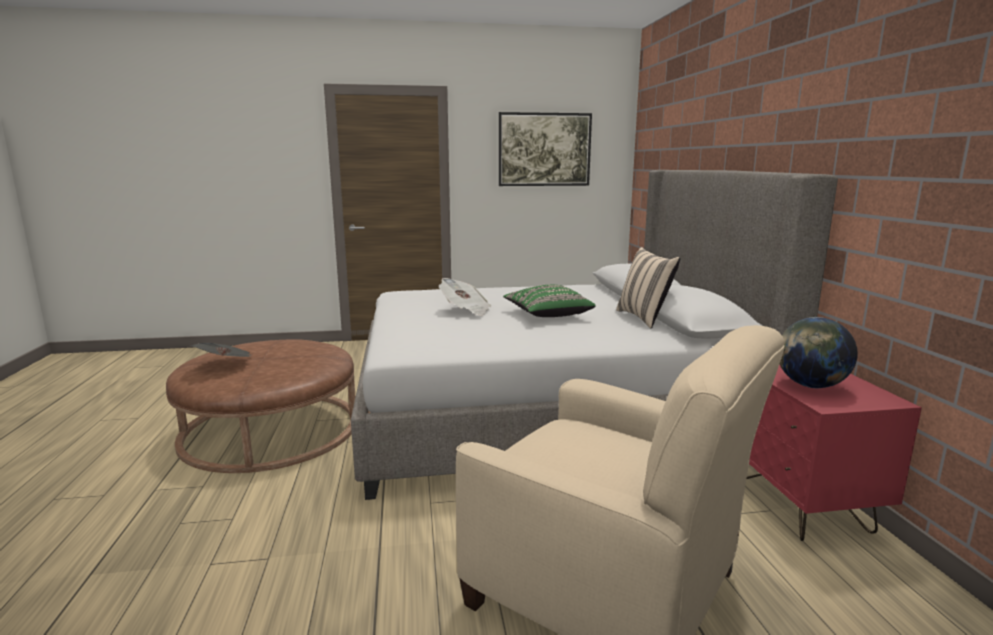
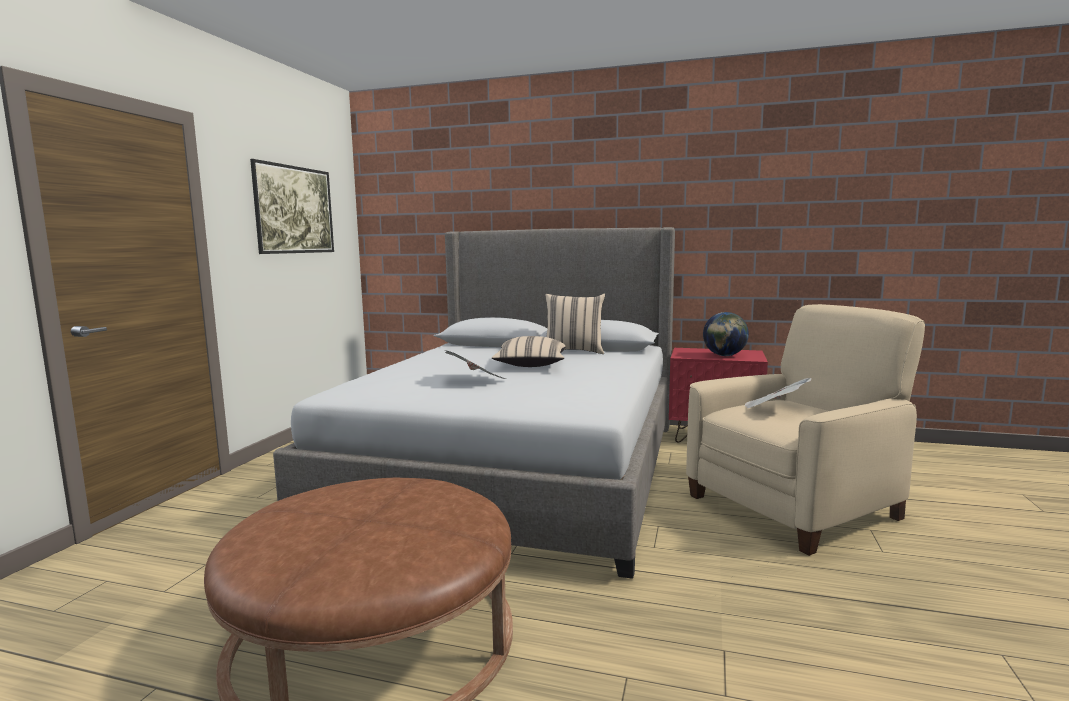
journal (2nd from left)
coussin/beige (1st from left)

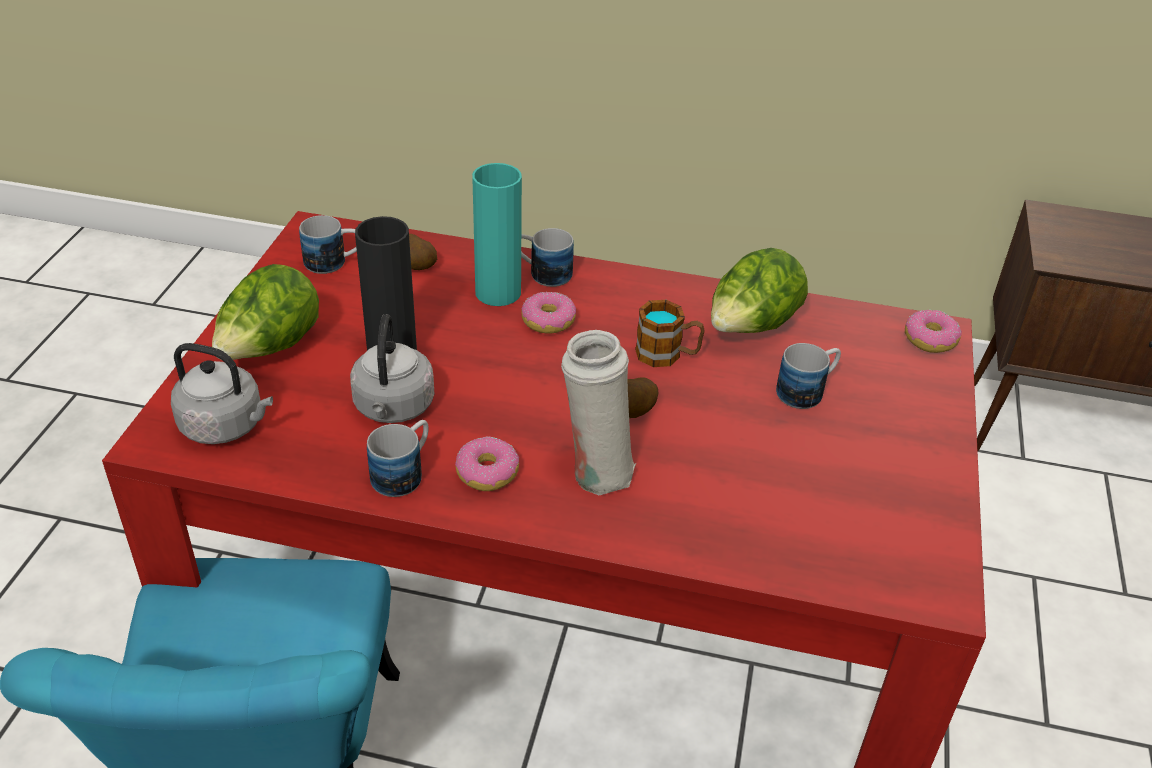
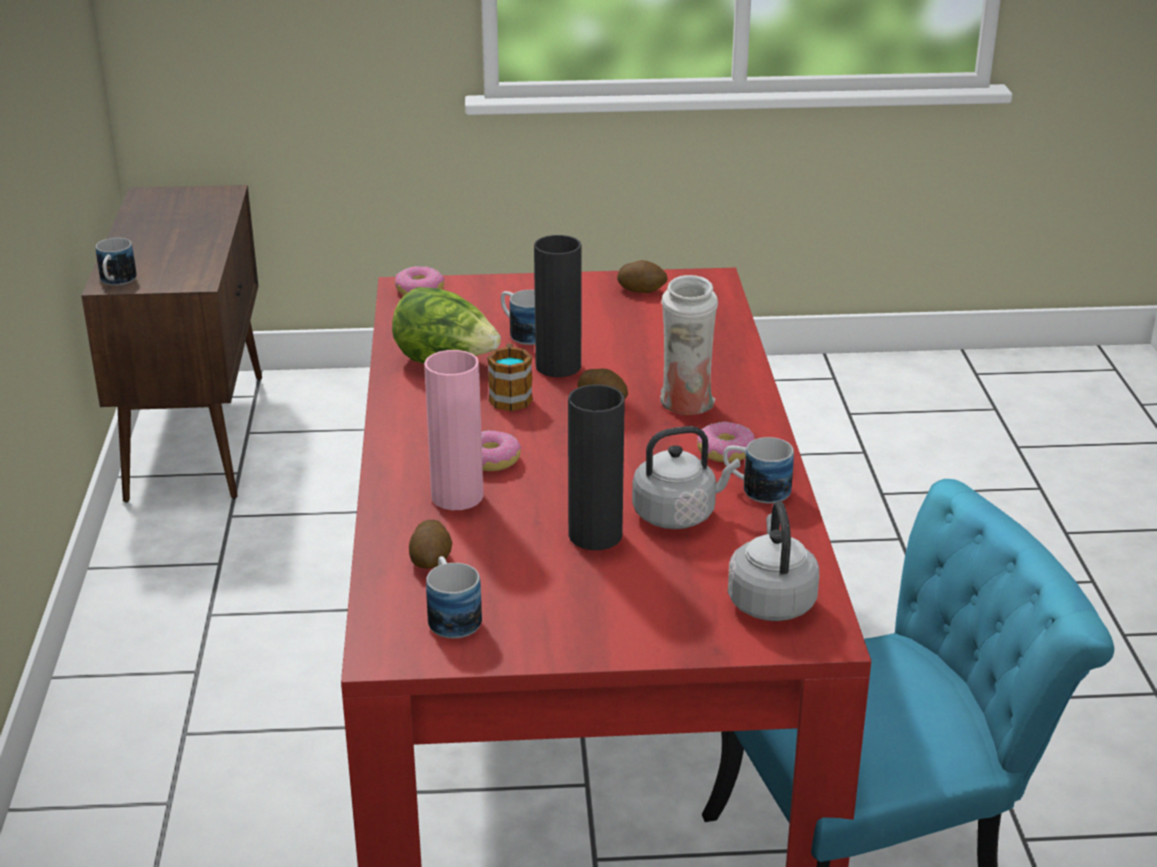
laitue (1st from left in the first image)
vase/rose
mug (1st from left)
vase/noir (1st from left)
pomme de terre (3rd from left)

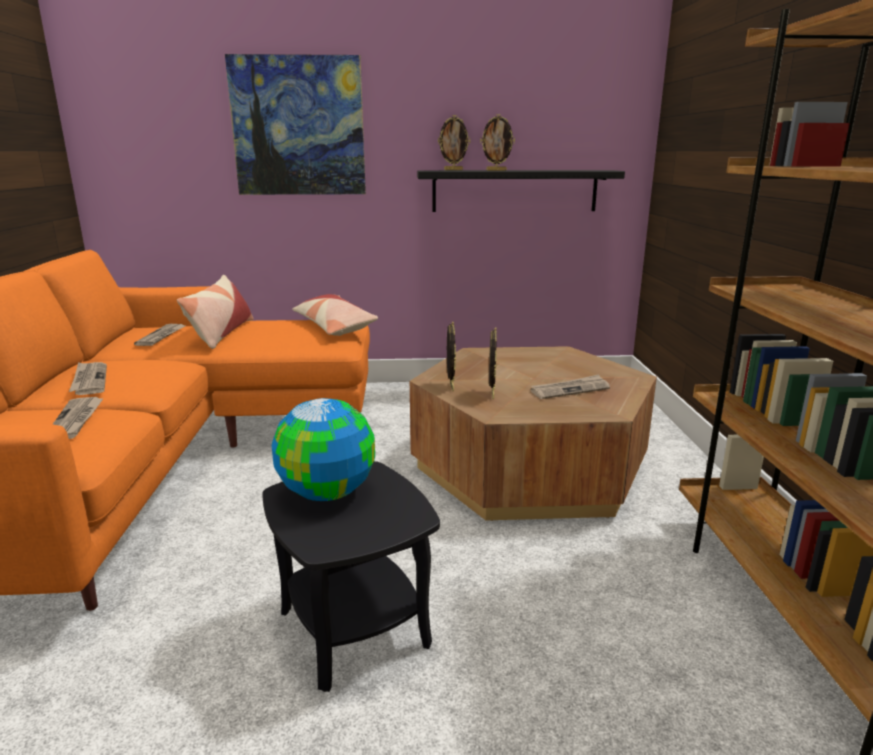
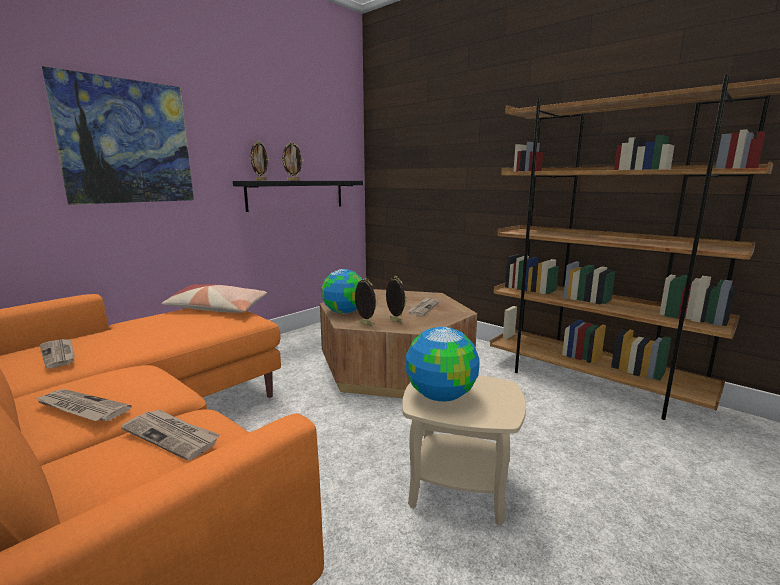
coussin (1st from left in the first image)
table d'appoint/beige
globe (1st from left)

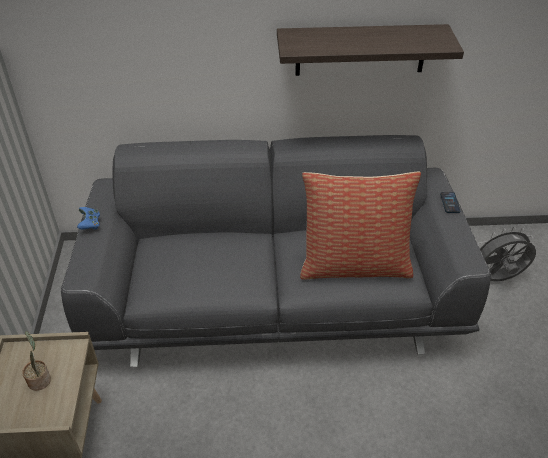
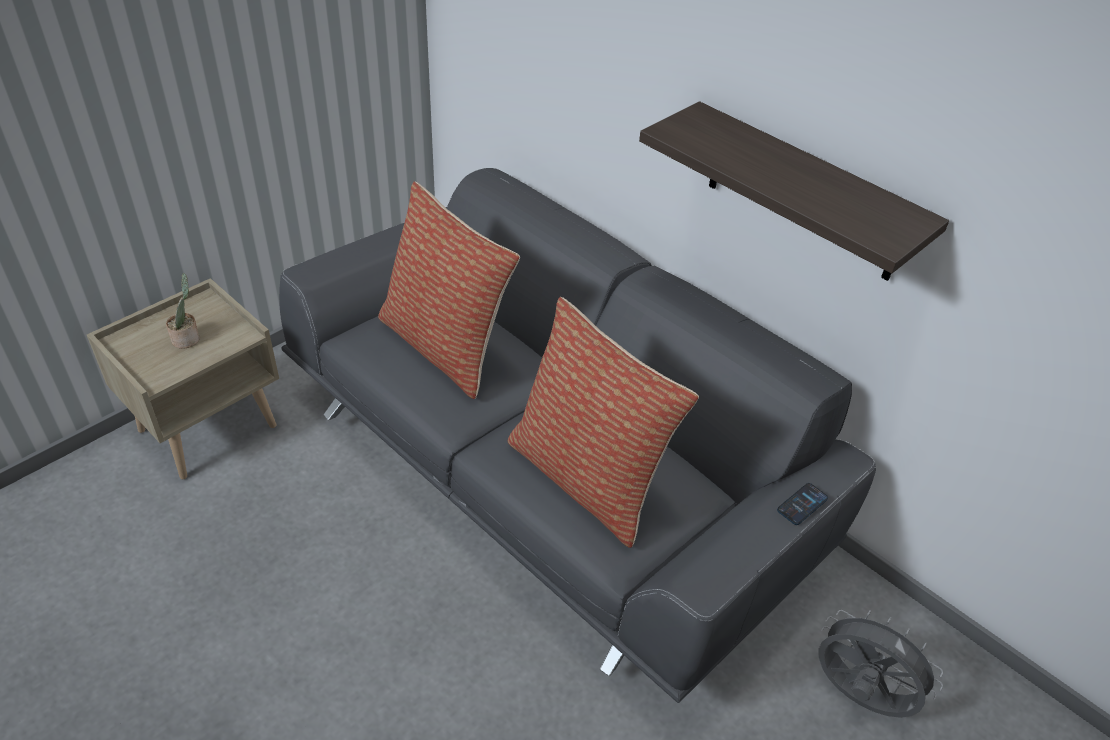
manette/bleu
coussin (1st from left)

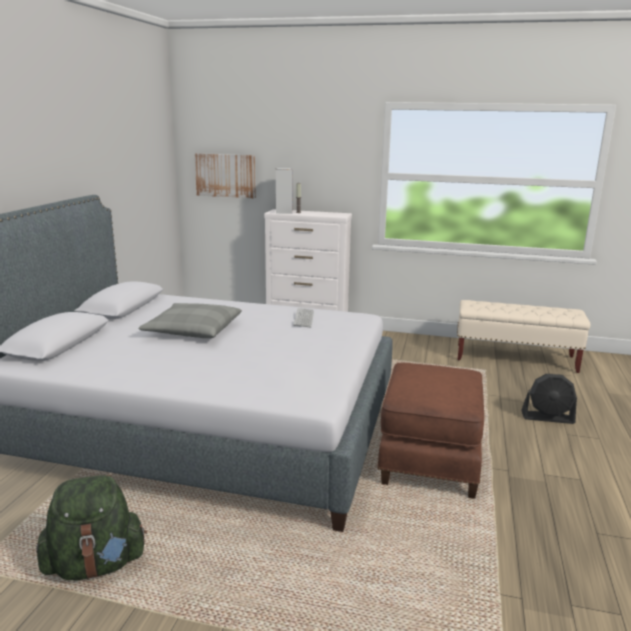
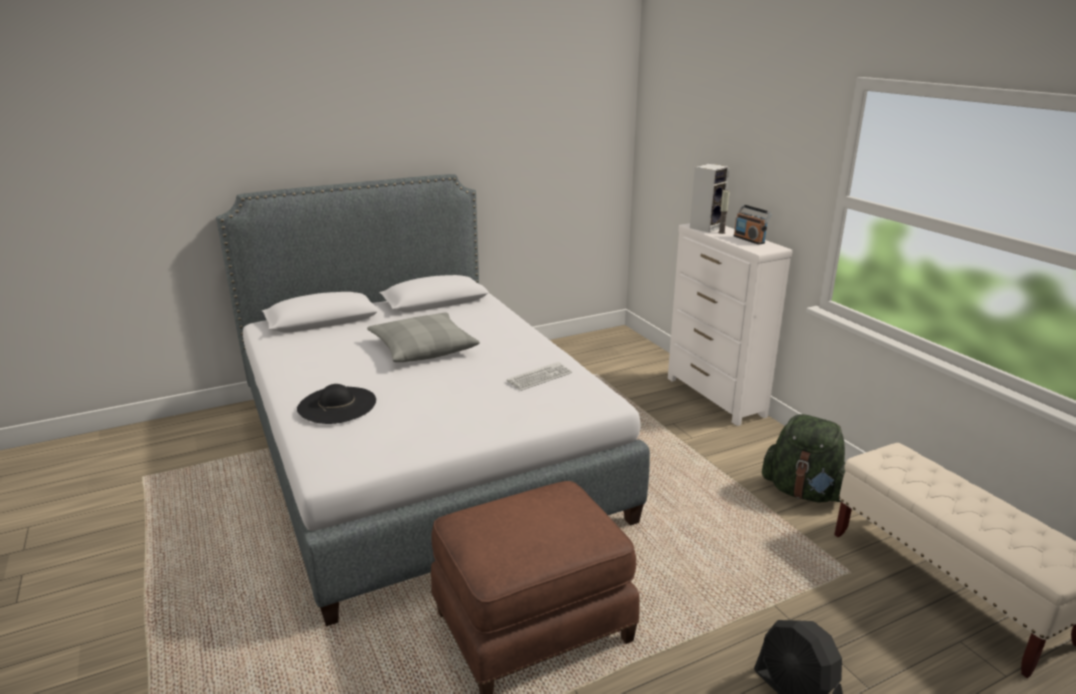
sac à dos/vert
tableau
chapeau/noir
radio

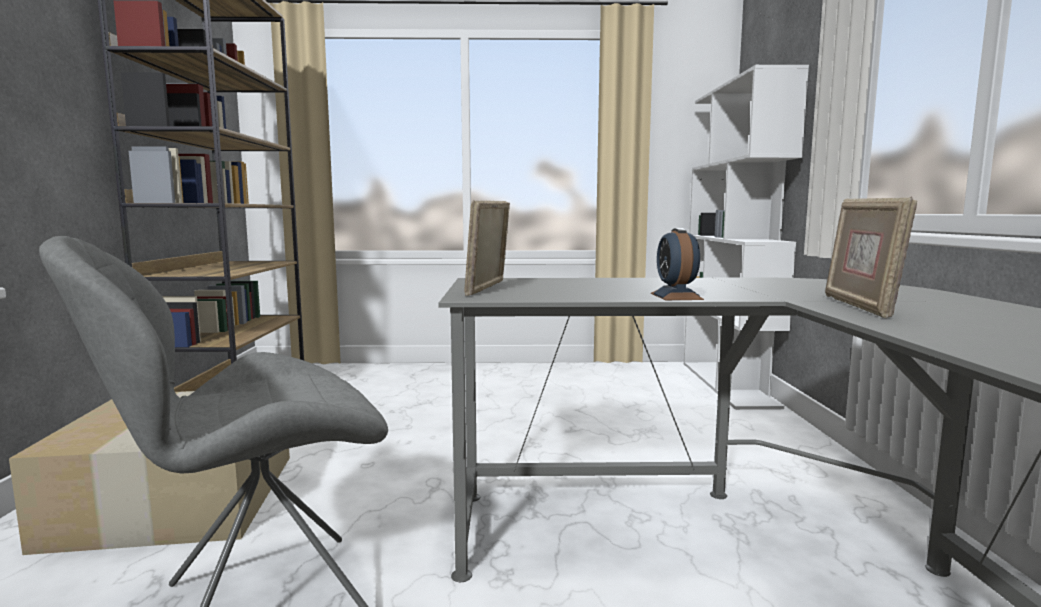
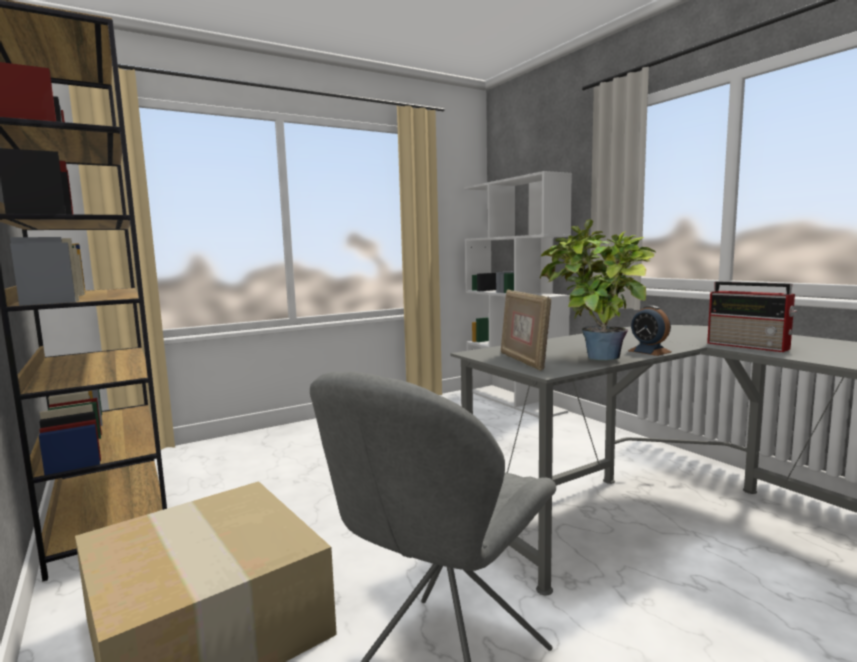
radio
plante en pot

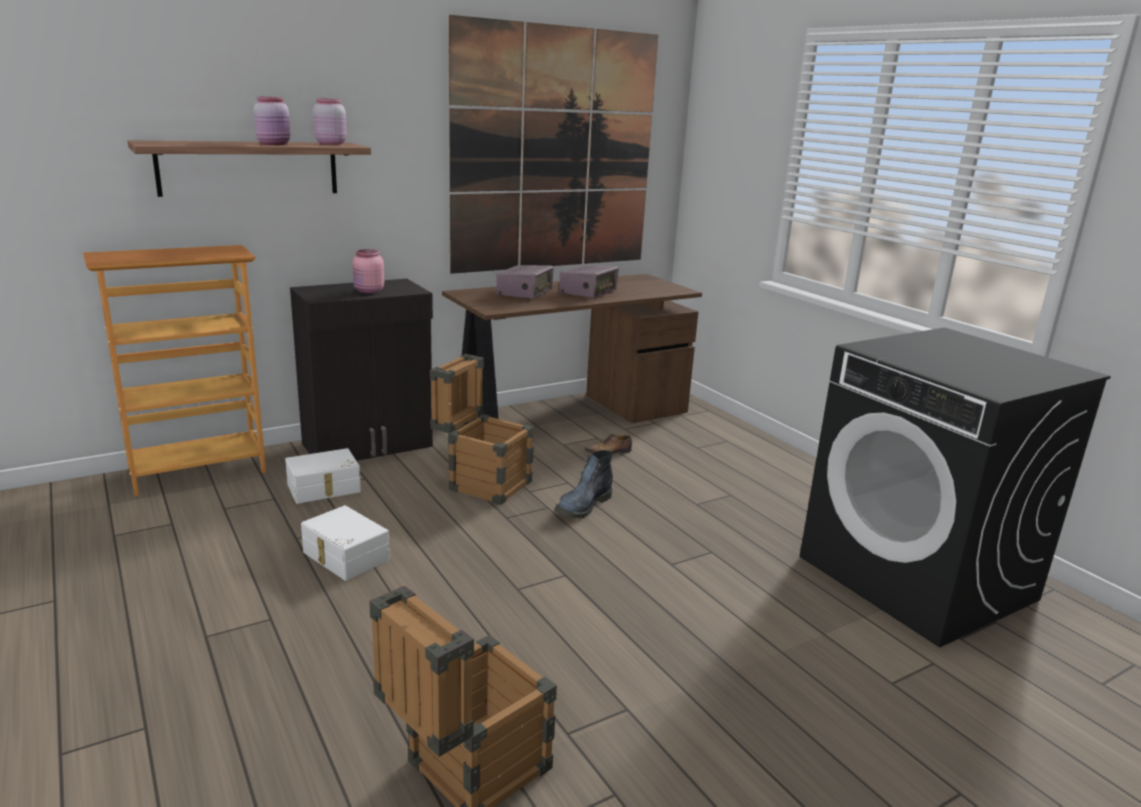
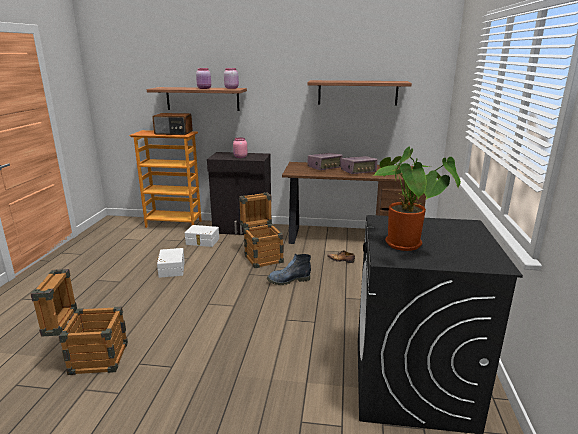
étagère (2nd from left)
radio (1st from left)
plante en pot

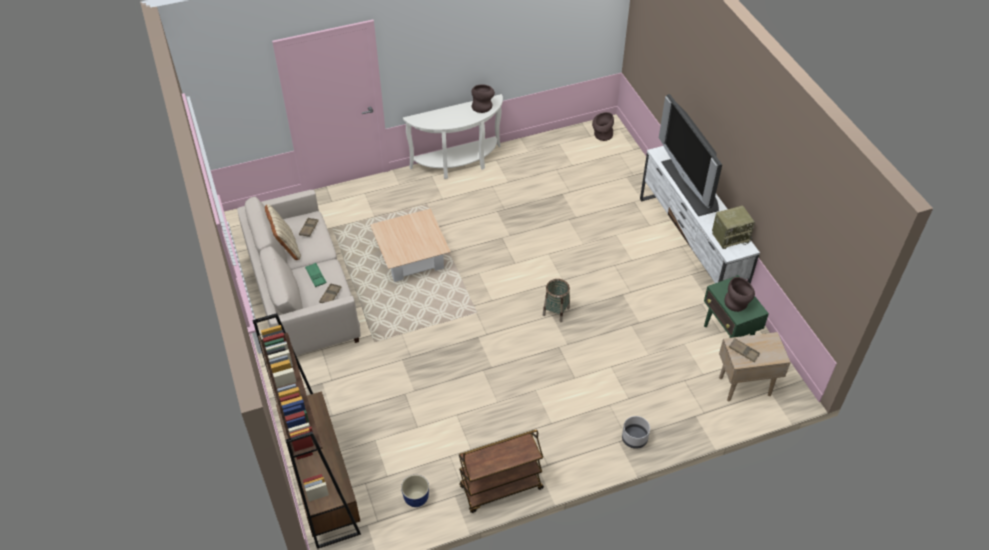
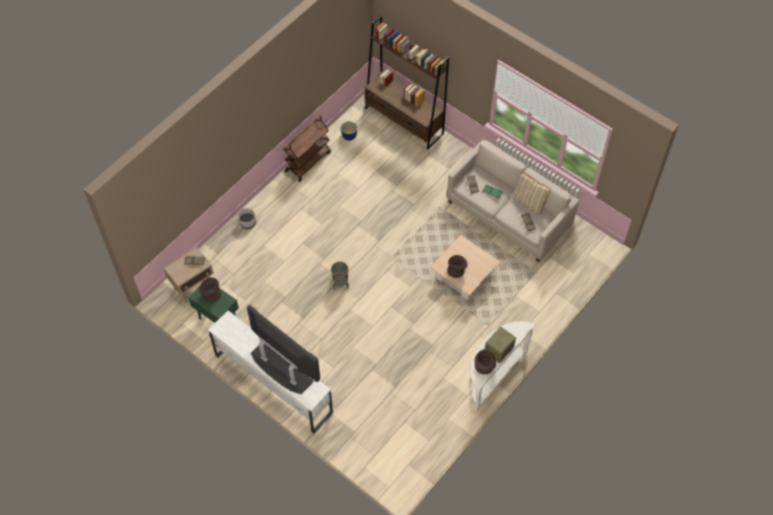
vase/marron (2nd from left)
radio

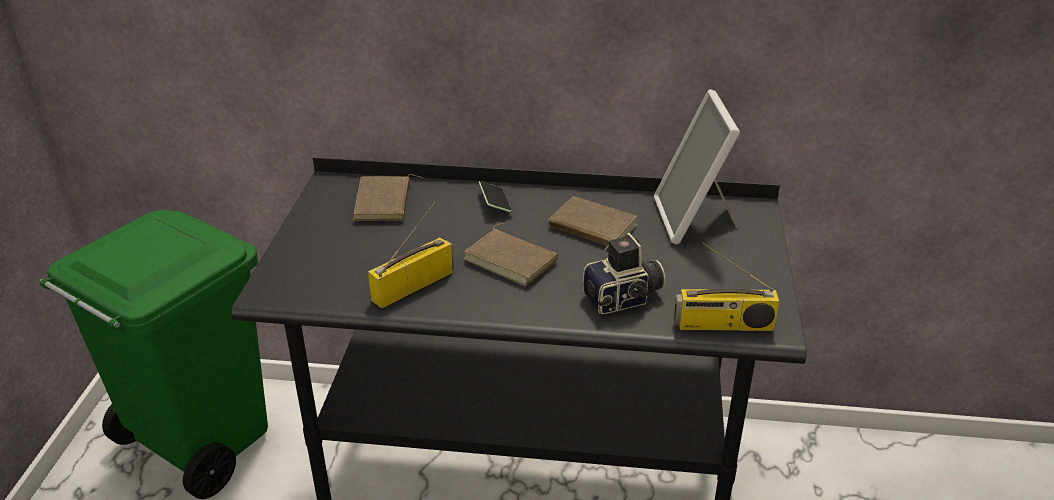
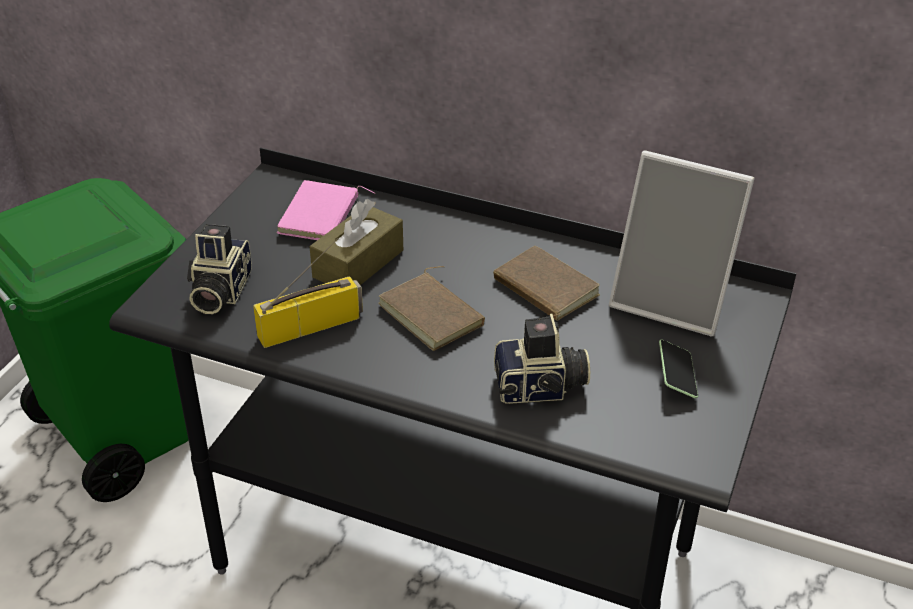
livre/rose
téléphone
cadre photo
radio (2nd from left in the first image)
appareil photo (1st from left)
boîte à mouchoirs/marron

